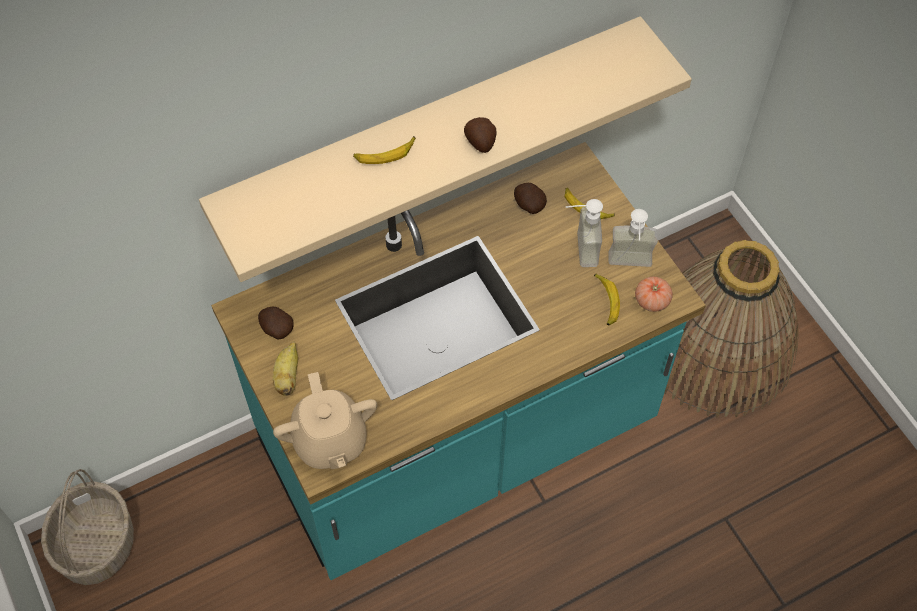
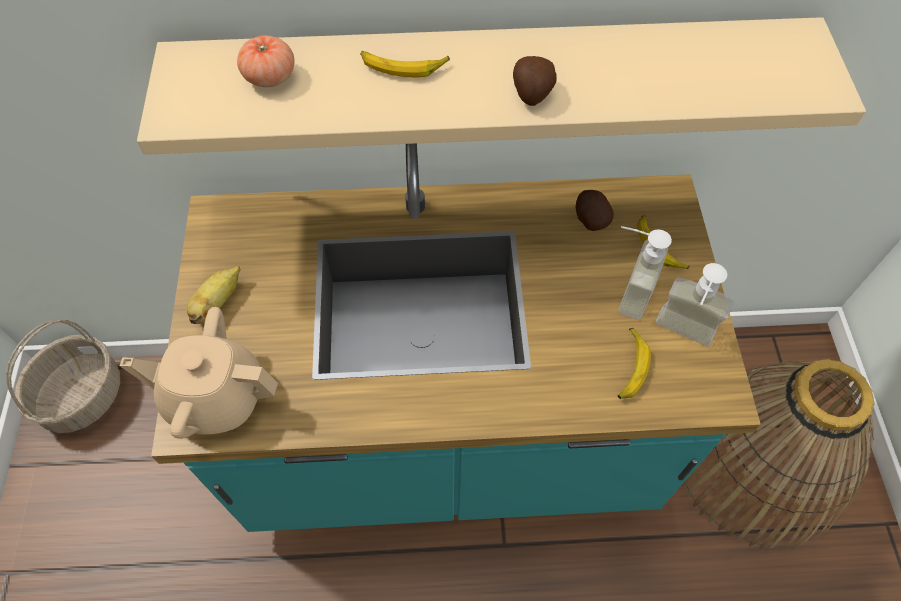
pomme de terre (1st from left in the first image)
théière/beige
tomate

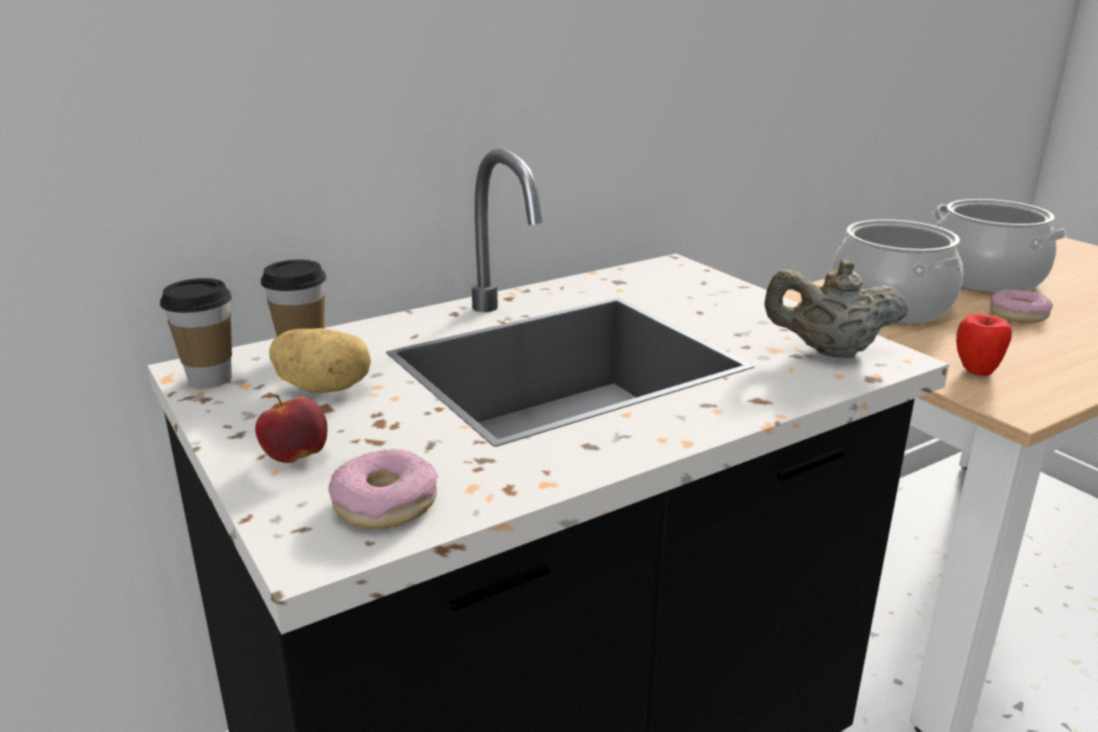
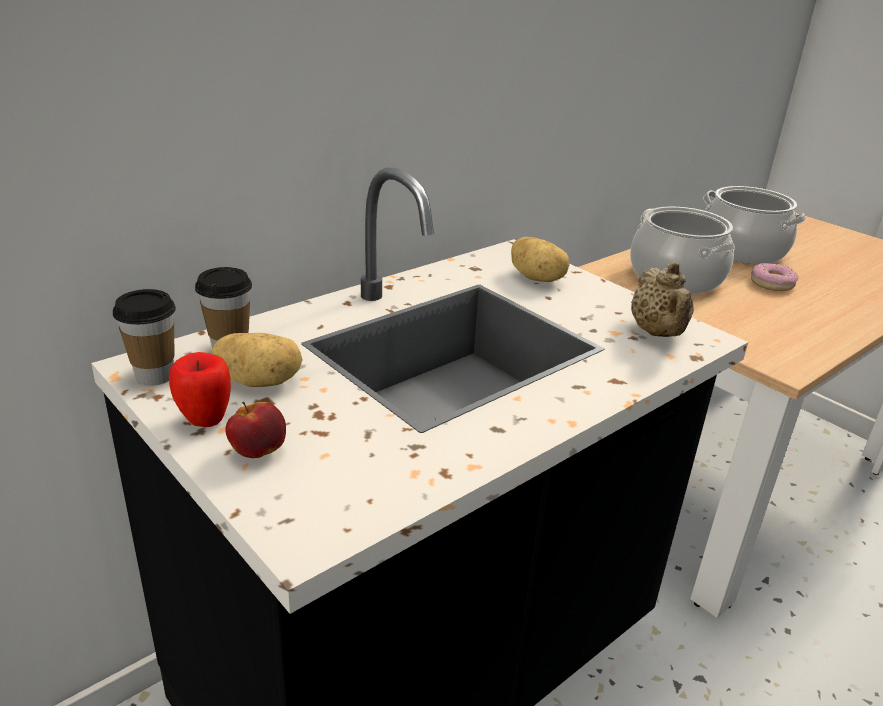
beignet (1st from left in the first image)
théière/beige
pomme (1st from left)
pomme de terre (2nd from left)

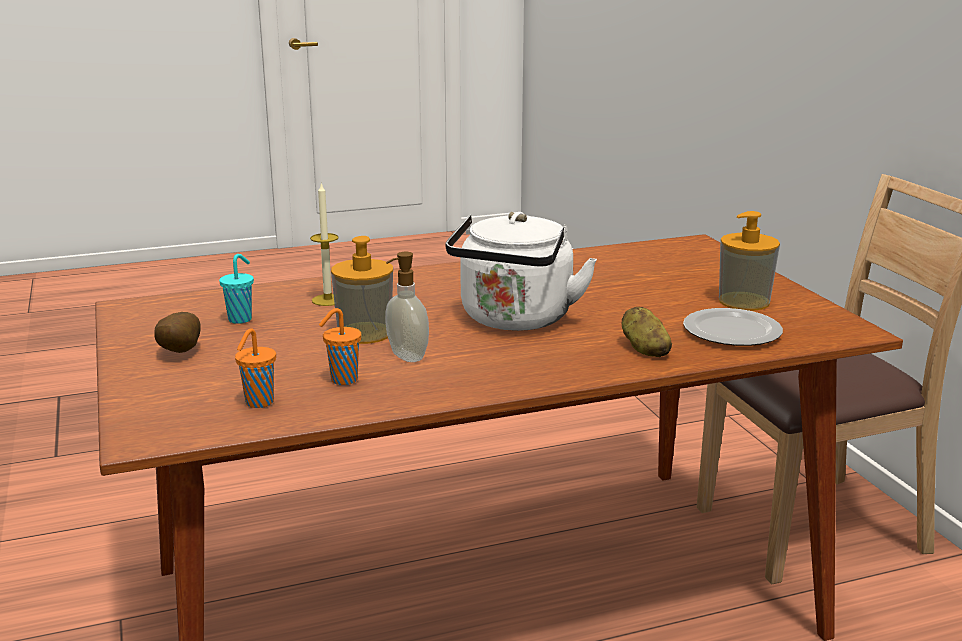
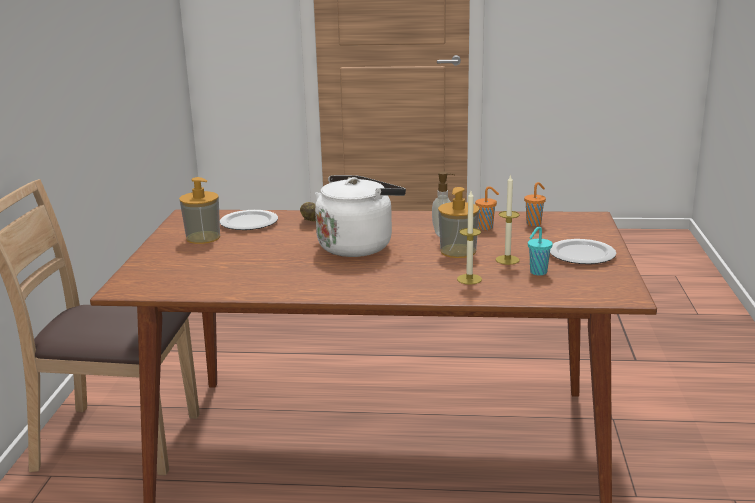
assiette (2nd from left)
bougie (2nd from left)

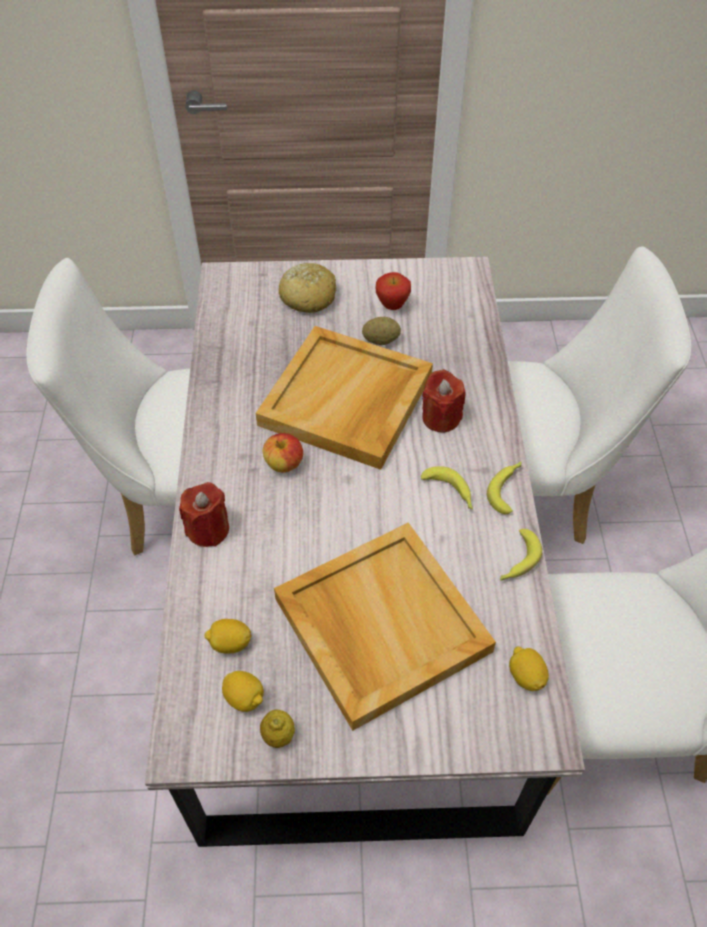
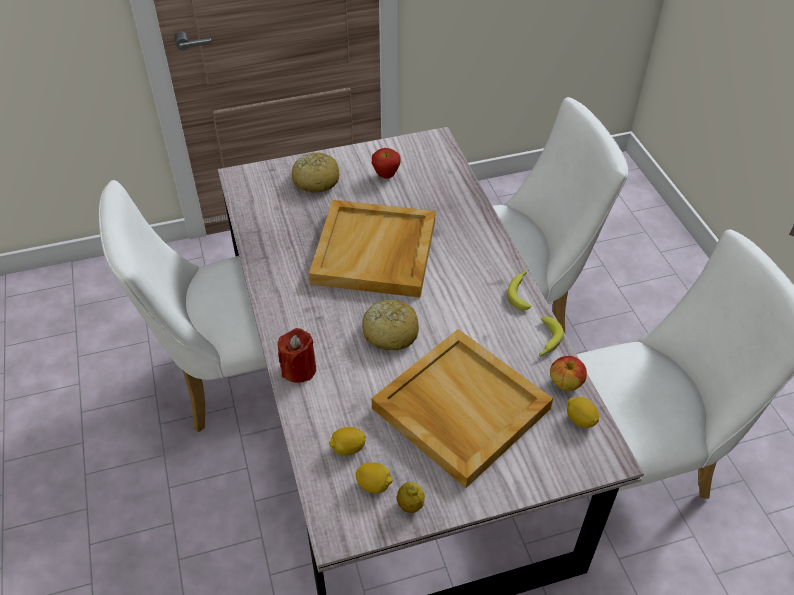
pomme (2nd from left)
pomme de terre
banane (1st from left in the first image)
bougie/rouge (2nd from left in the first image)
pain (2nd from left)

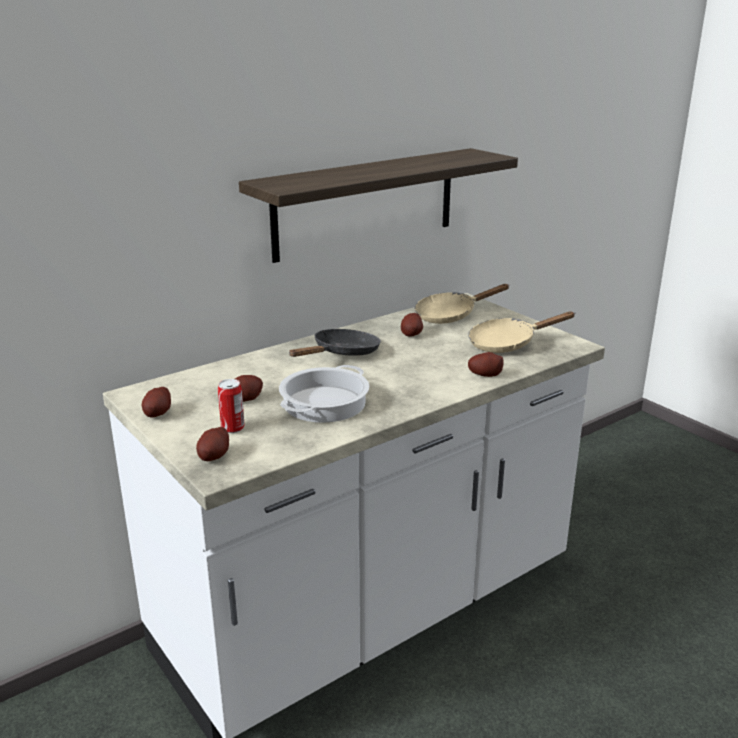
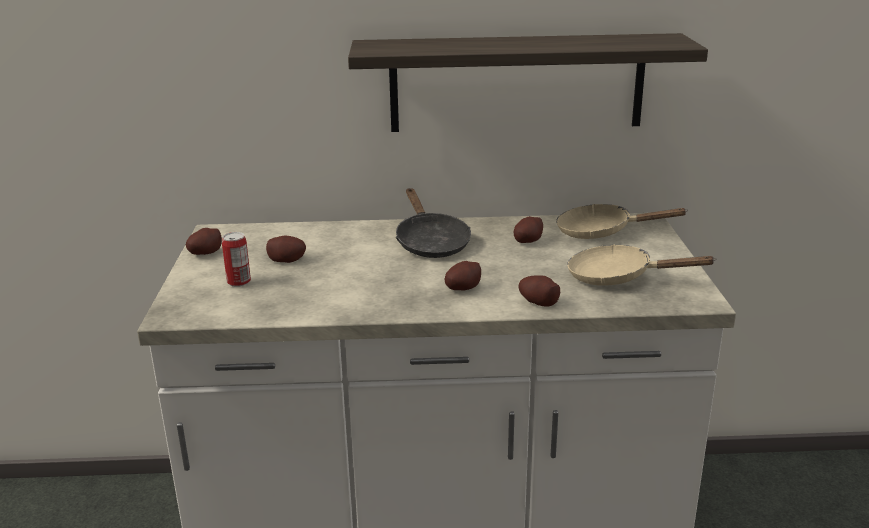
pomme de terre (3rd from left)
marmite
poêle/noir

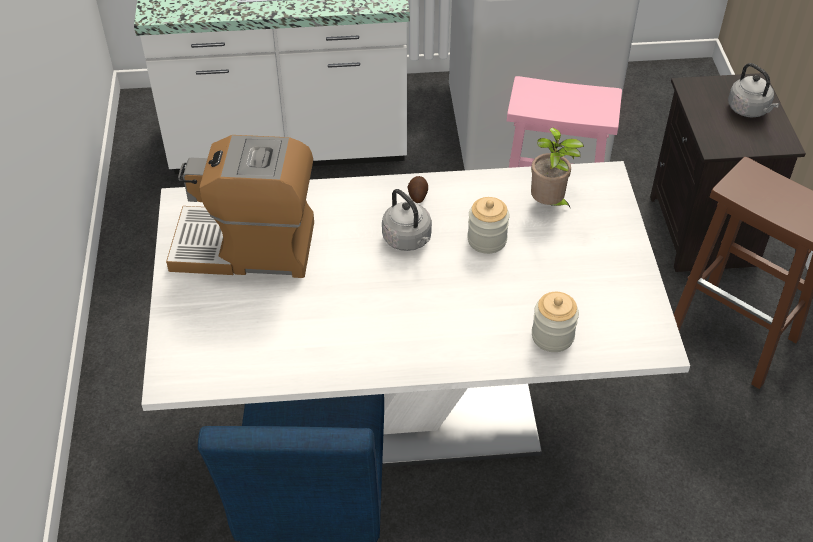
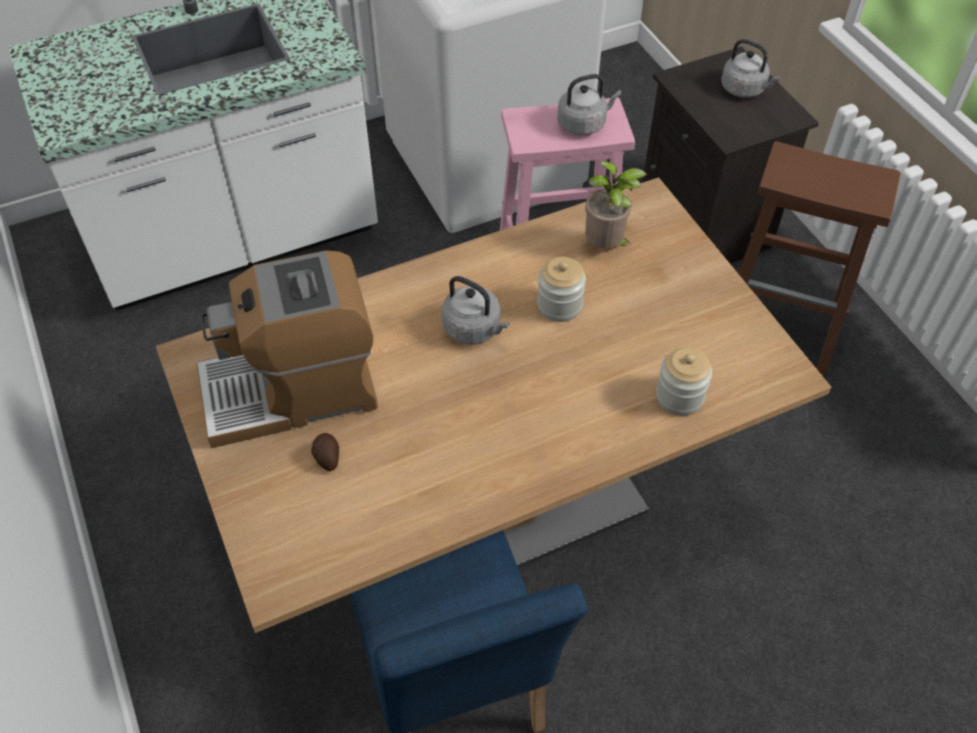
table à manger/marron
pomme de terre
bouilloire/gris (2nd from left)

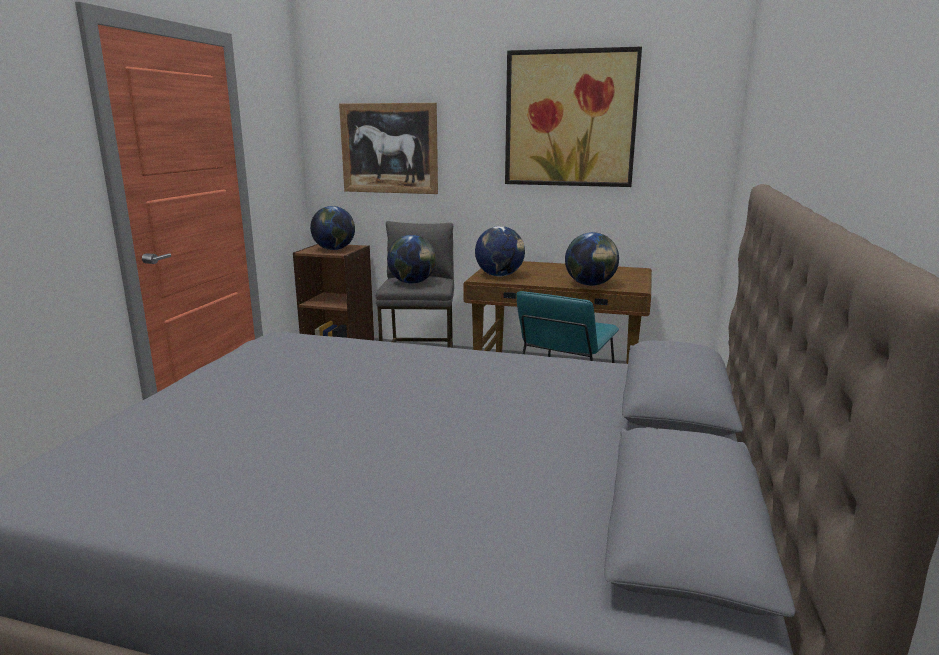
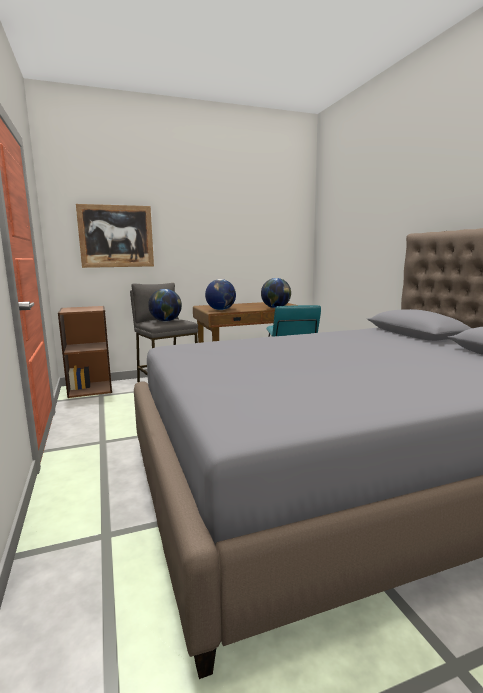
globe (1st from left in the first image)
tableau (2nd from left in the first image)

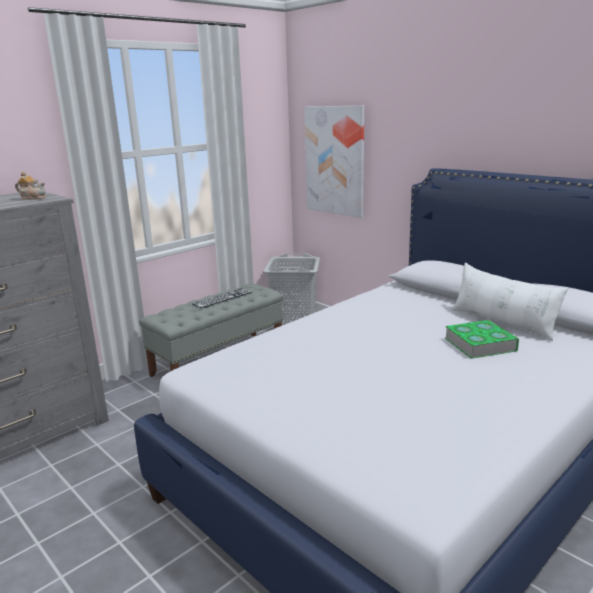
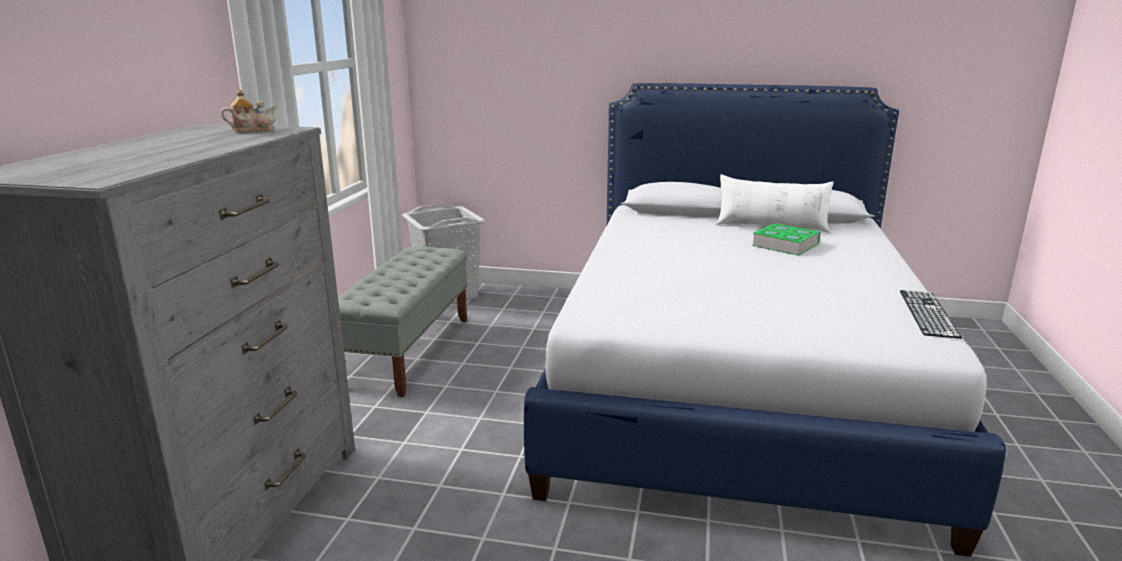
clavier
tableau

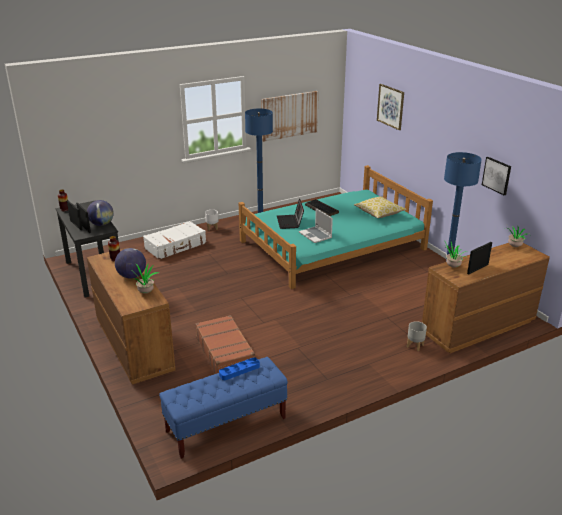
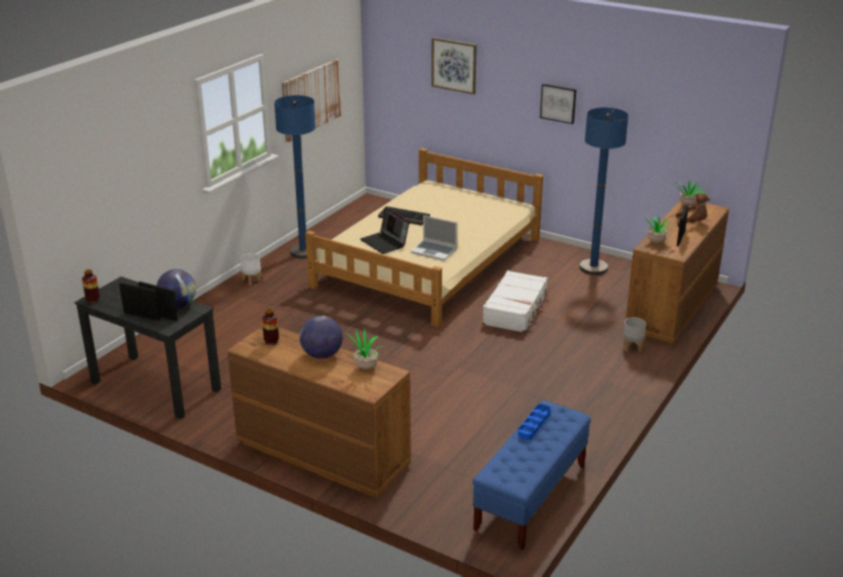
valise/blanc
valise/marron
lit/beige
coussin
tableau (3rd from left)
peluche/marron

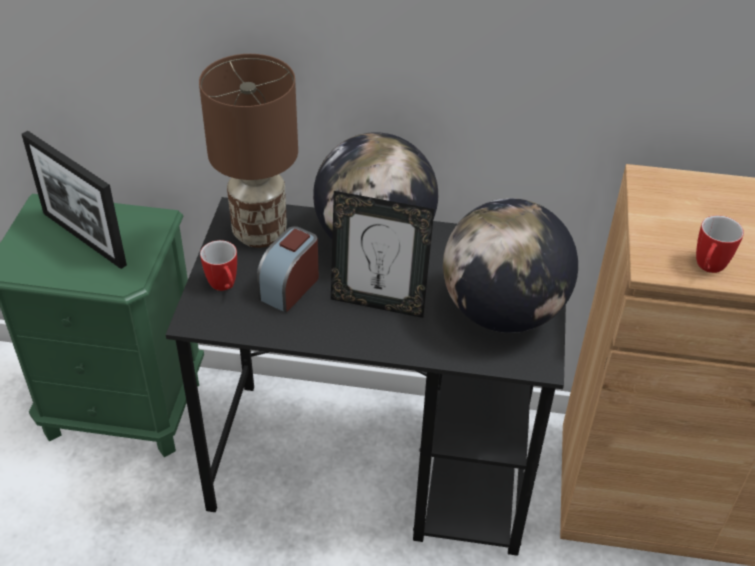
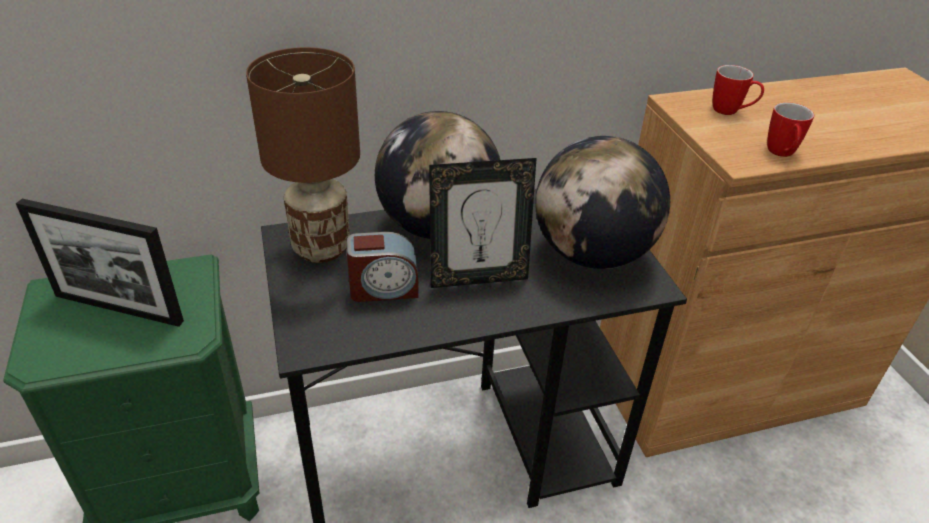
mug (1st from left)
réveil

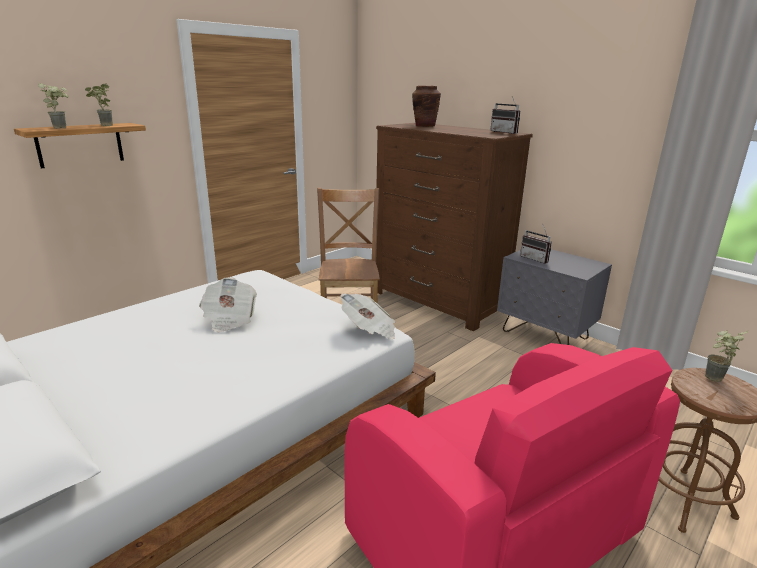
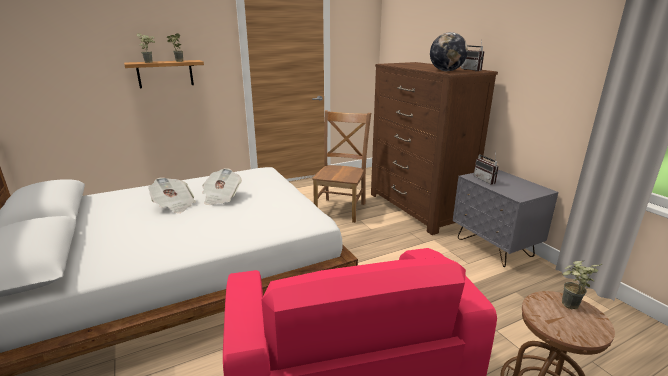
journal (1st from left)
vase/marron
globe

